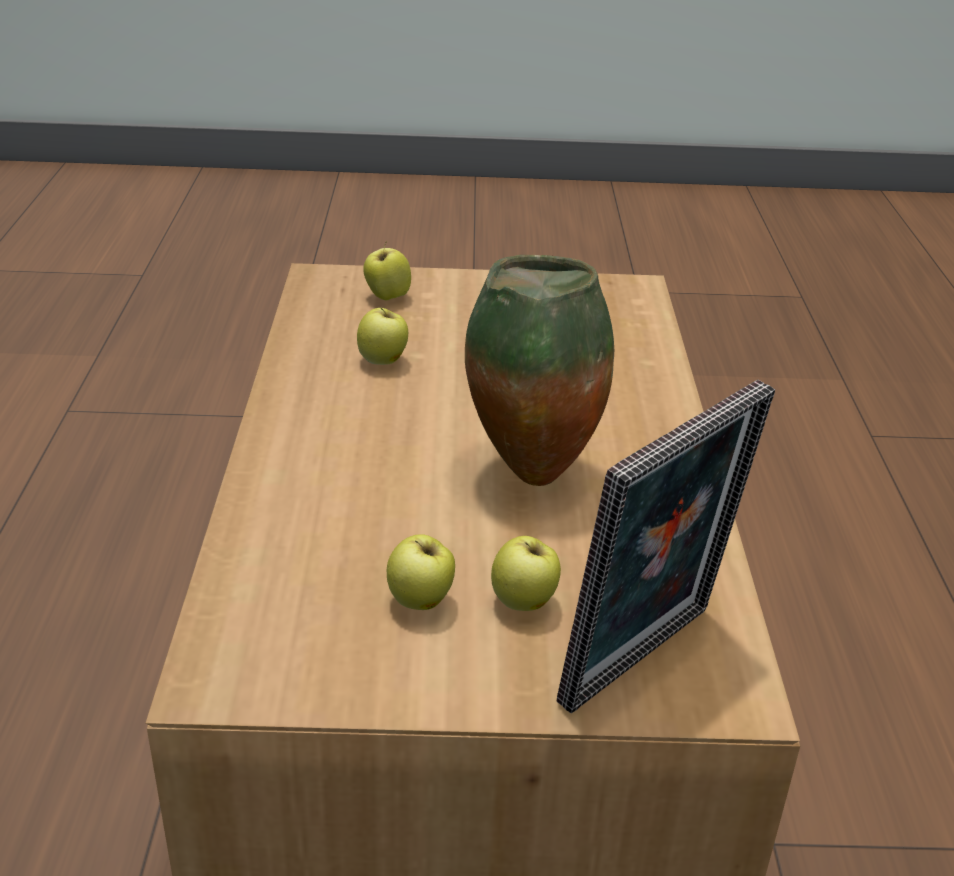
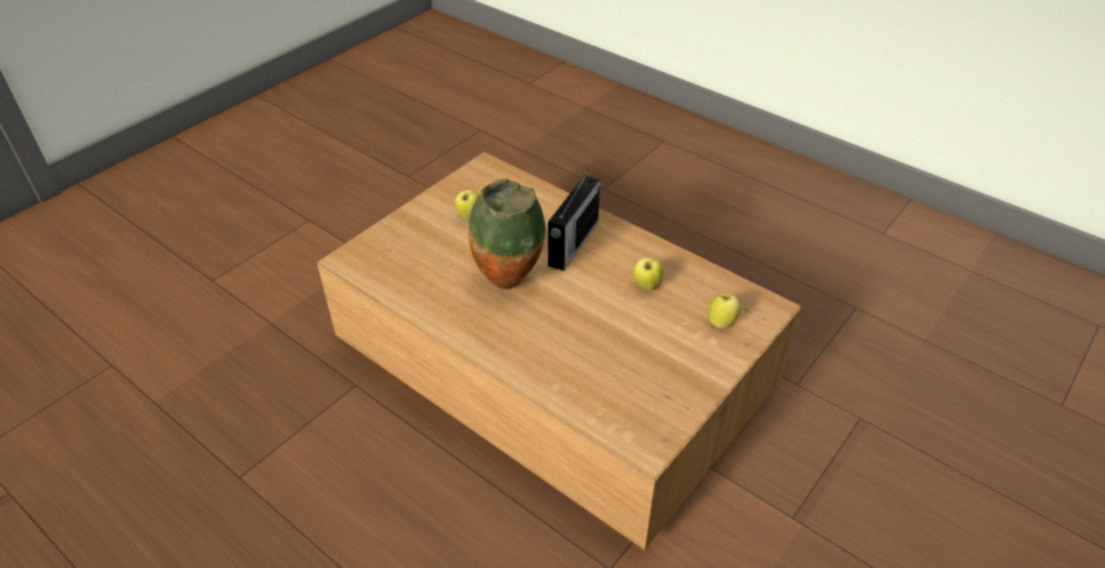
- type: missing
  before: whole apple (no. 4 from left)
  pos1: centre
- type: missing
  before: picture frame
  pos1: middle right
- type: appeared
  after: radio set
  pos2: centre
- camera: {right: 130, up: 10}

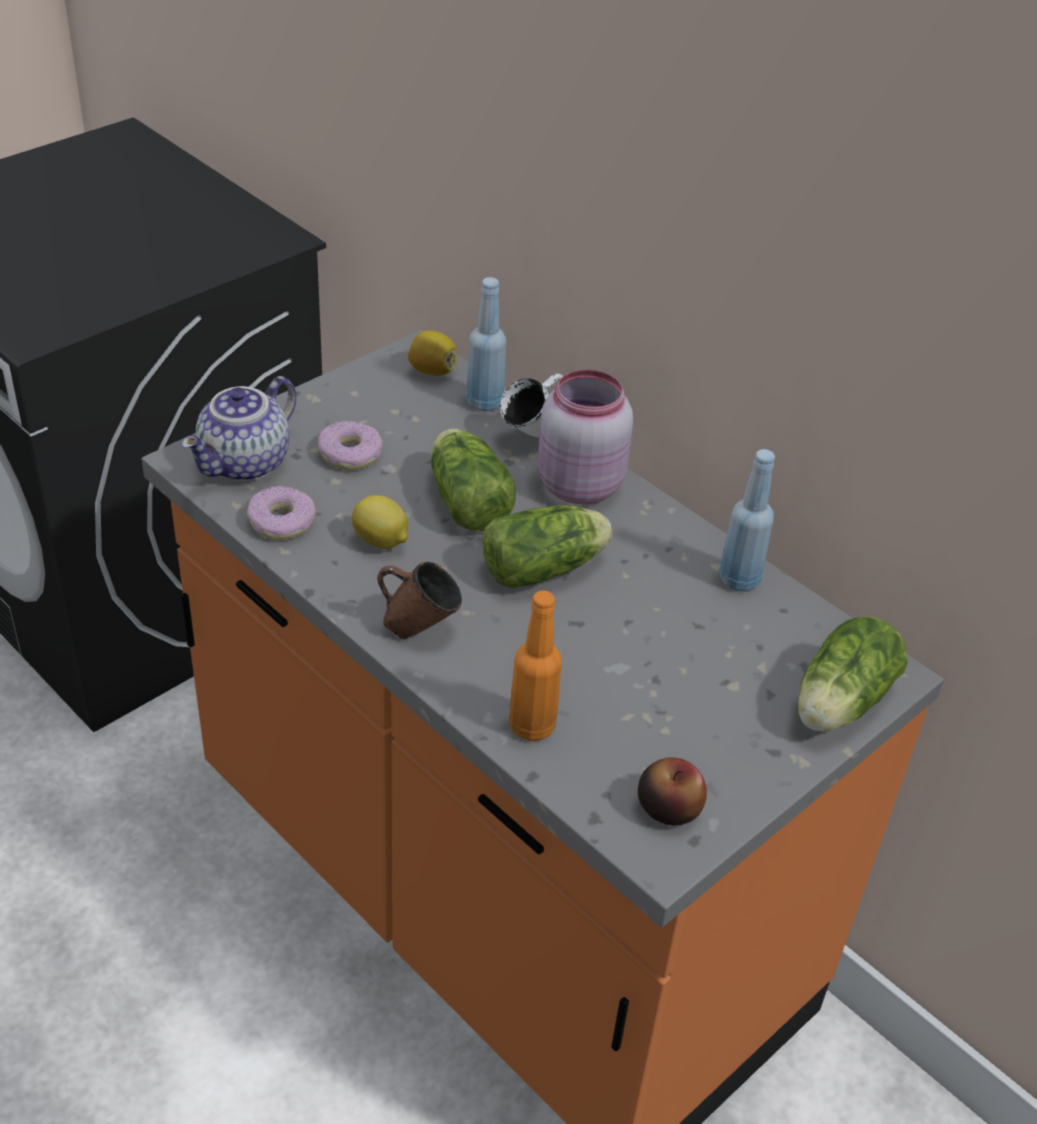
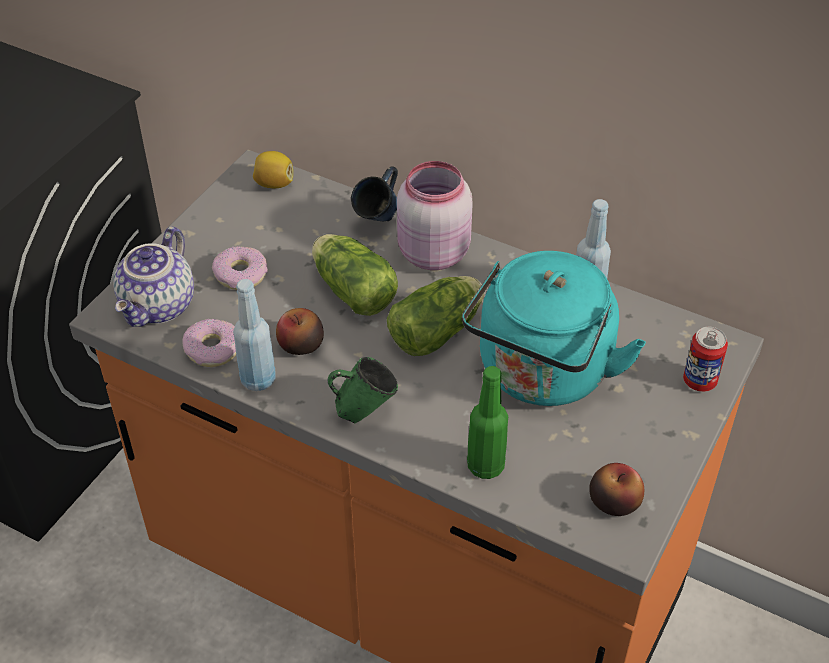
- type: appeared
  after: turquoise kettle
  pos2: middle right
- type: relocated
  before: blue-coloured bottle (no. 1 from left)
  pos1: top centre
  pos2: middle left
- type: exchanged
  before: lemon (no. 1 from left)
  after: whole apple (no. 1 from left)
  pos1: centre
  pos2: centre
- type: exchanged
  before: head of lettuce (no. 3 from left)
  after: sealed can
  pos1: middle right
  pos2: middle right
- type: colour
  before: brownish tea mug
  after: greenish tea mug
  pos1: centre
  pos2: centre
- type: colour
  before: white-coloured tea mug
  after: blue-coloured tea mug
  pos1: centre
  pos2: top centre
- type: colour
  before: orange bottle
  after: greenish bottle
  pos1: centre
  pos2: centre
- camera: {right: -15, up: 5}

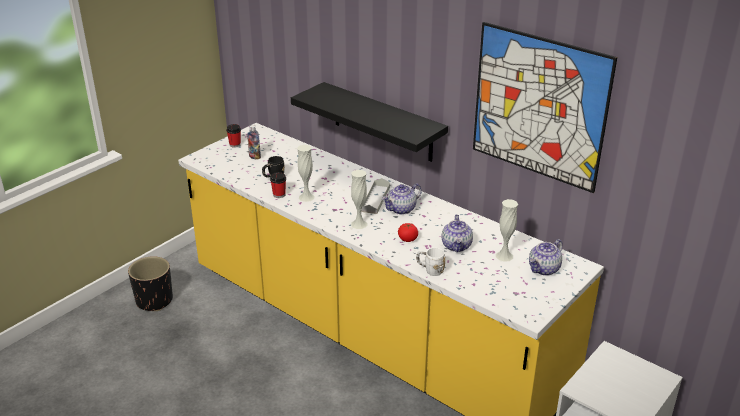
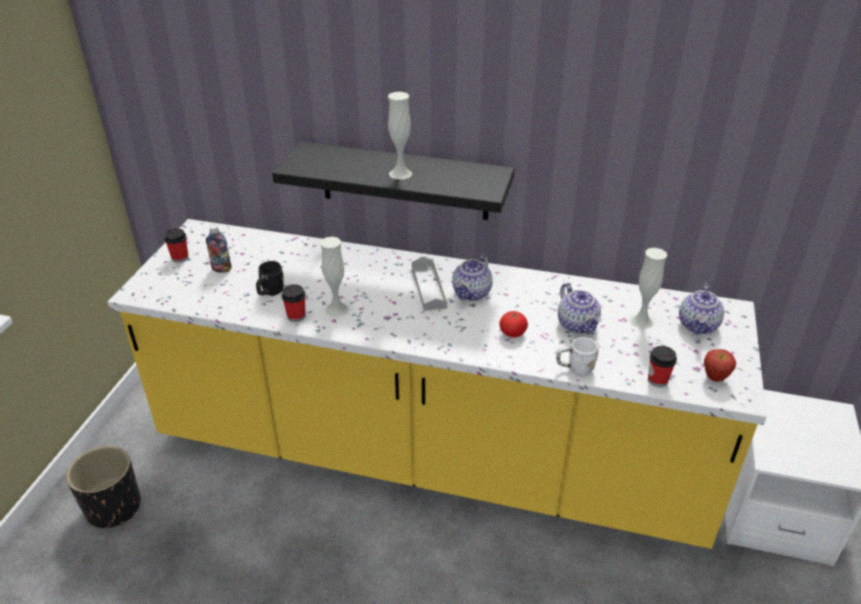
- type: missing
  before: picture
  pos1: top right
- type: appeared
  after: small cup (no. 3 from left)
  pos2: middle right
- type: appeared
  after: whole apple
  pos2: middle right
- type: relocated
  before: white-coloured vase (no. 2 from left)
  pos1: centre
  pos2: top centre
- camera: {right: -25, up: 5}

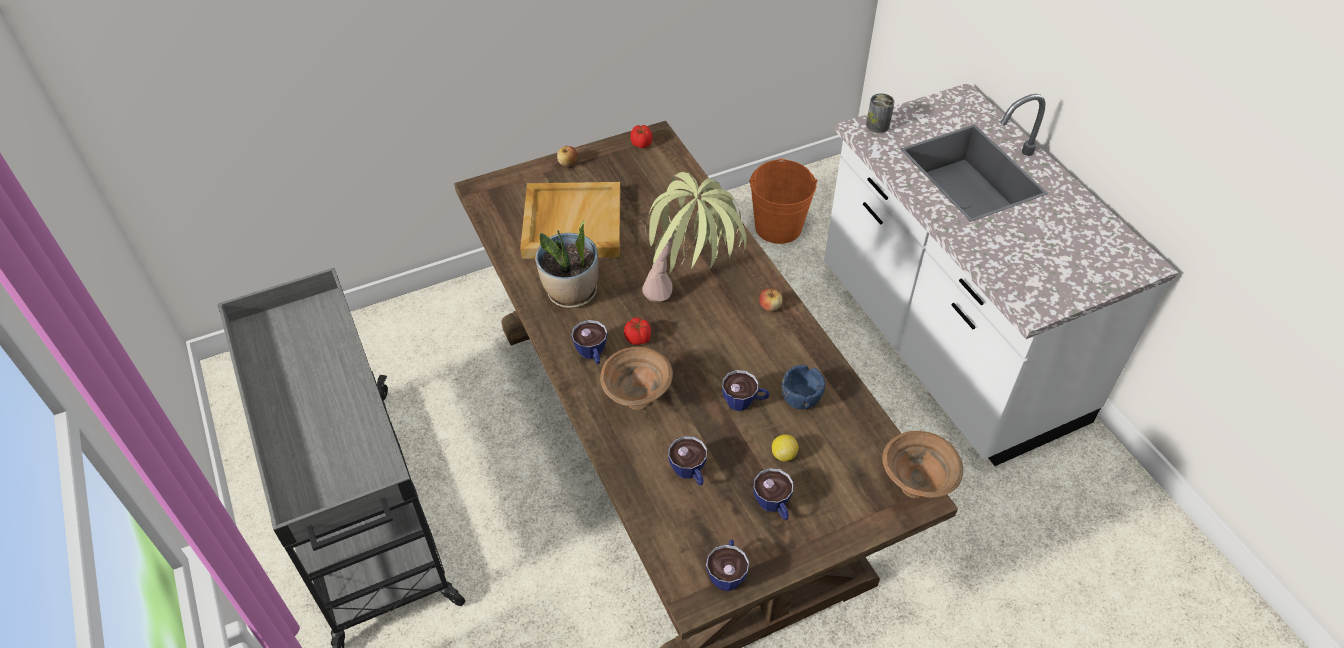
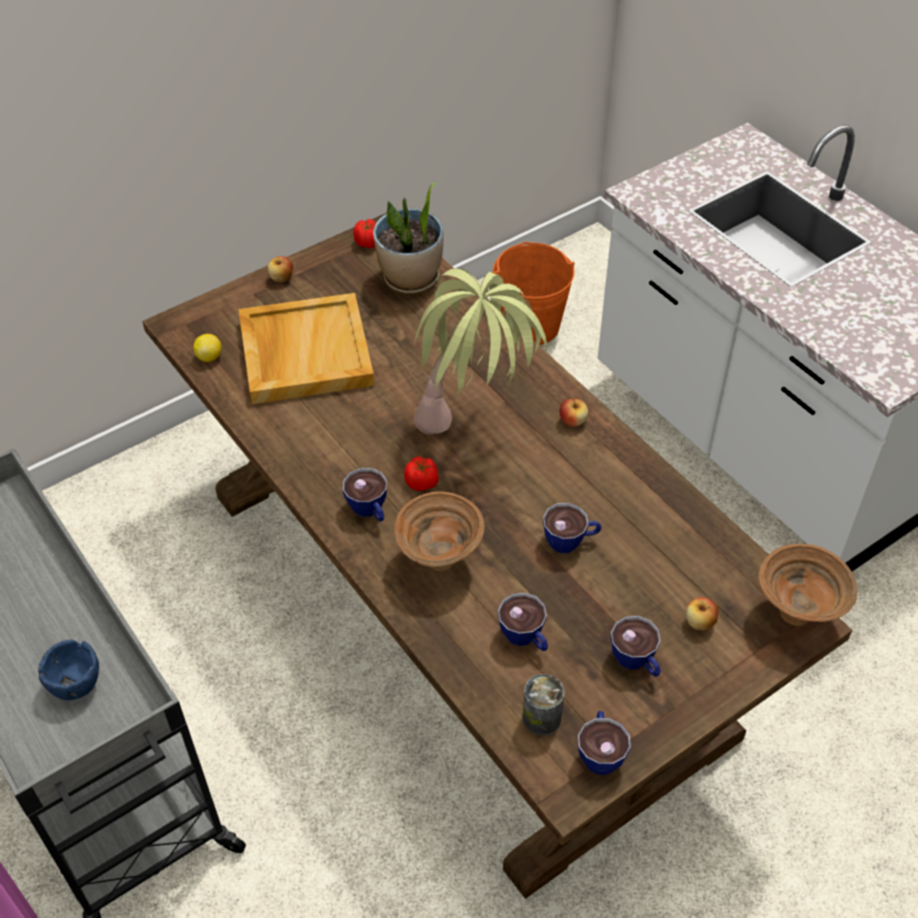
- type: appeared
  after: whole apple (no. 3 from left)
  pos2: bottom right
- type: relocated
  before: plant in a pot (no. 1 from left)
  pos1: centre
  pos2: top centre
- type: relocated
  before: lemon
  pos1: bottom centre
  pos2: middle left
- type: relocated
  before: blue-coloured deep dish
  pos1: centre
  pos2: bottom left
- type: relocated
  before: sealed can
  pos1: top centre
  pos2: bottom centre
- camera: {right: -10, up: 0}

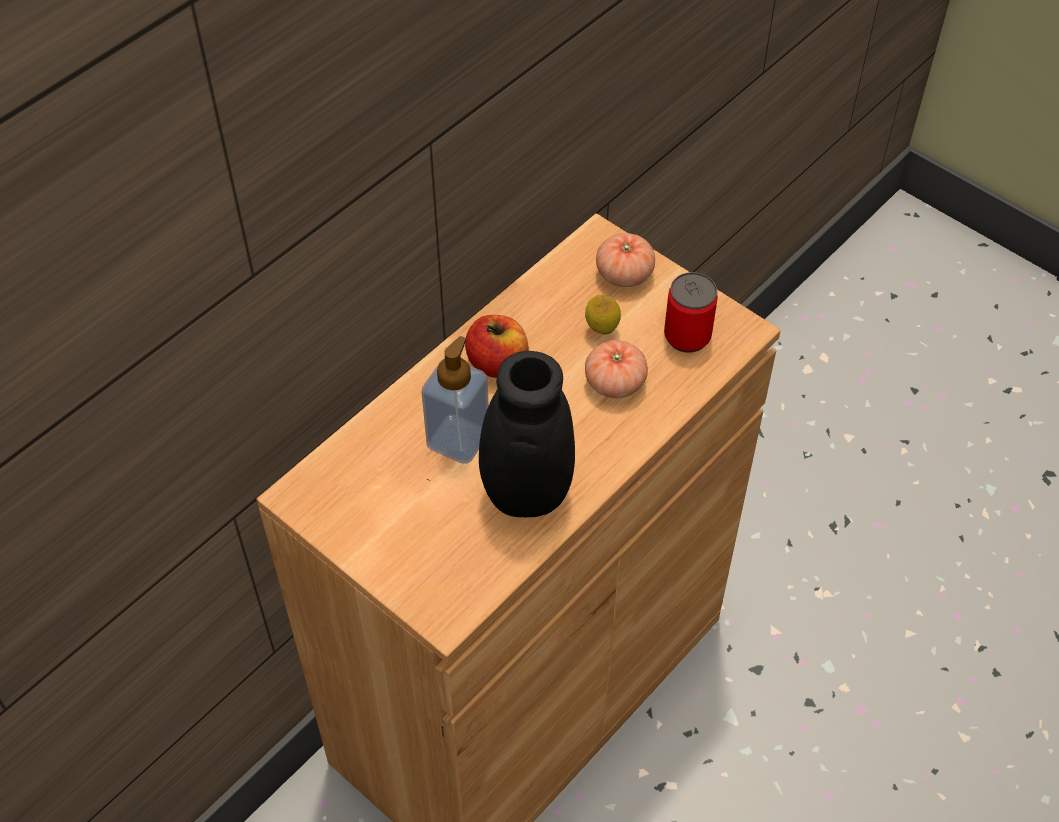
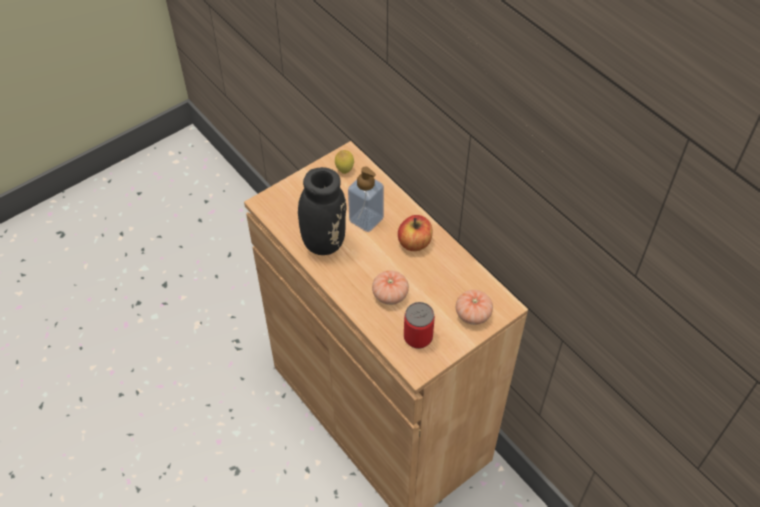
- type: relocated
  before: lemon
  pos1: centre
  pos2: top centre
- camera: {right: 100, up: 0}

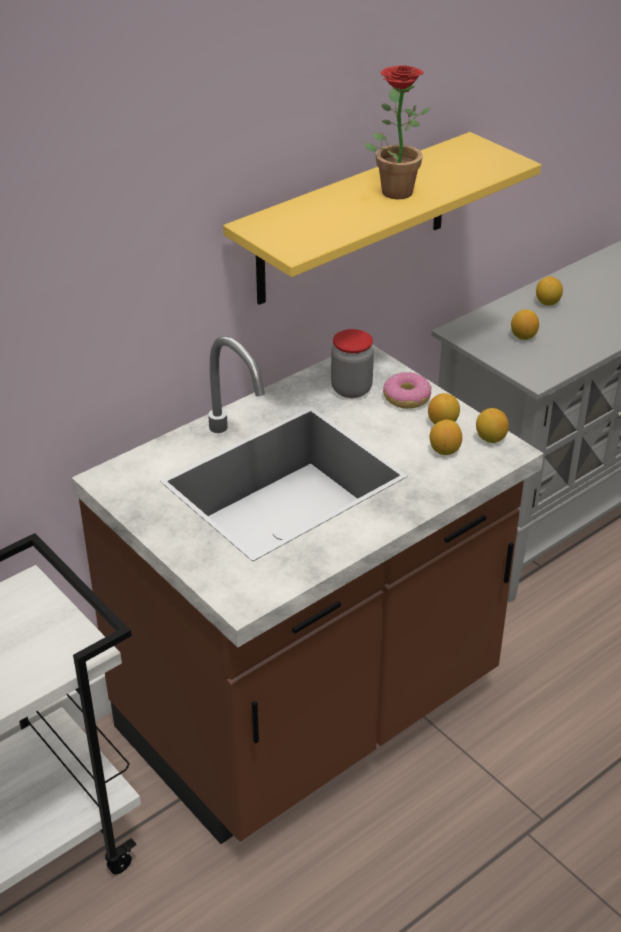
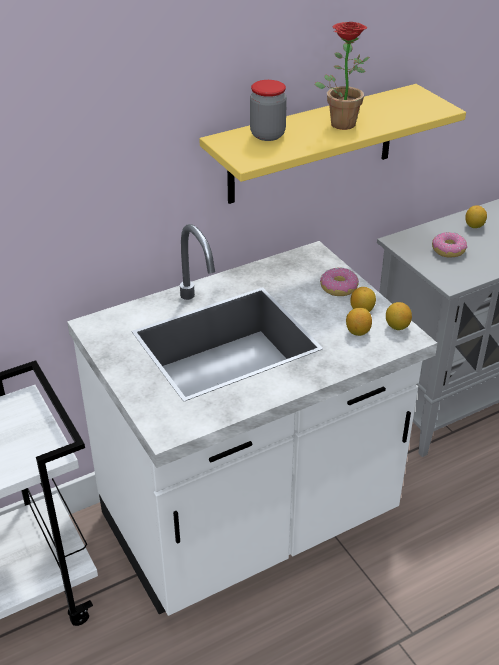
- type: relocated
  before: storage jar
  pos1: centre
  pos2: top centre
- type: exchanged
  before: lemon (no. 4 from left)
  after: doughnut (no. 2 from left)
  pos1: middle right
  pos2: middle right
- type: colour
  before: brownish counter
  after: white-coloured counter
  pos1: centre
  pos2: centre
- camera: {right: 10, up: 0}

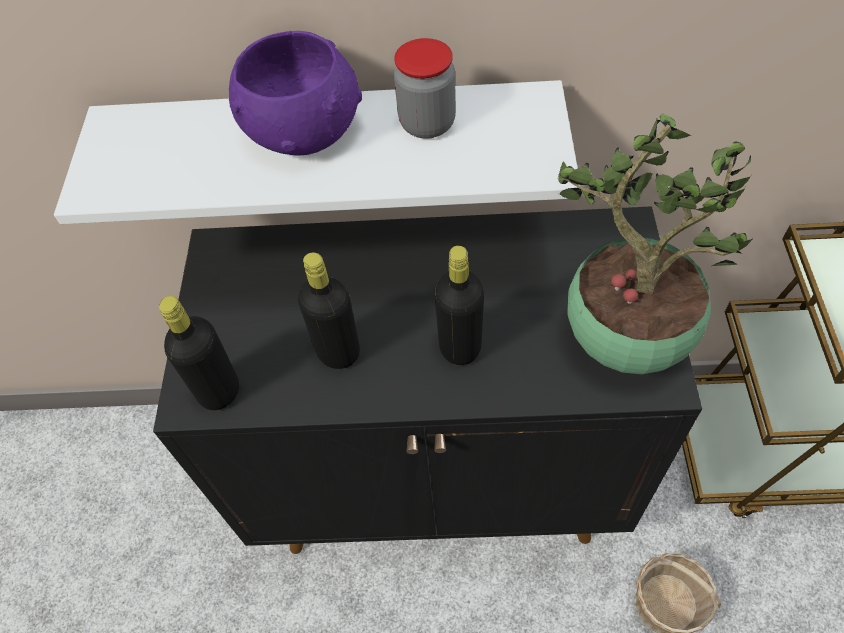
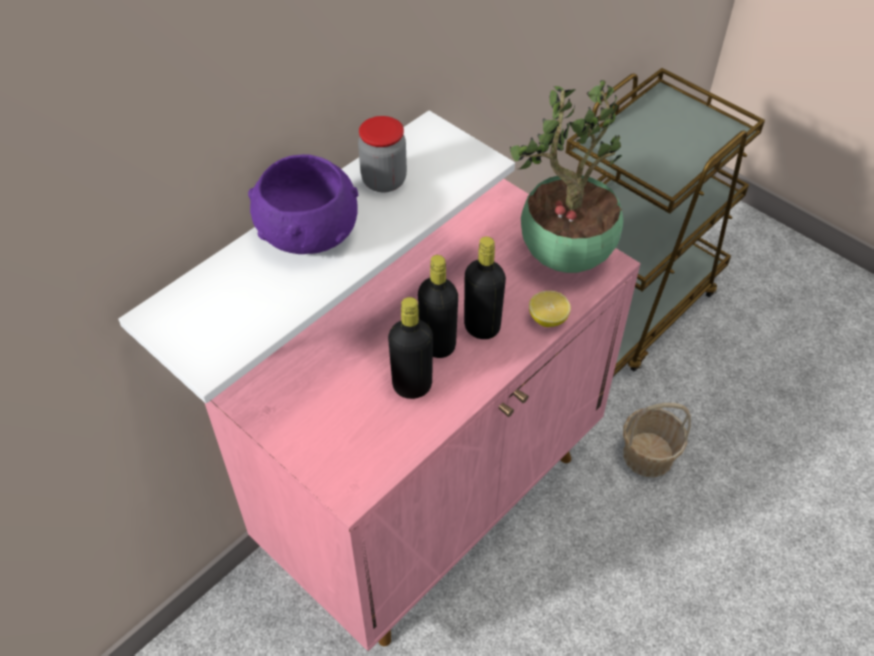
- type: appeared
  after: lemon
  pos2: centre
- type: relocated
  before: blackish bottle (no. 1 from left in the first image)
  after: blackish bottle (no. 2 from left)
  pos1: middle left
  pos2: centre
- type: colour
  before: blackish storage cabinet
  after: pinkish storage cabinet
  pos1: centre
  pos2: centre
- camera: {right: -50, up: -5}

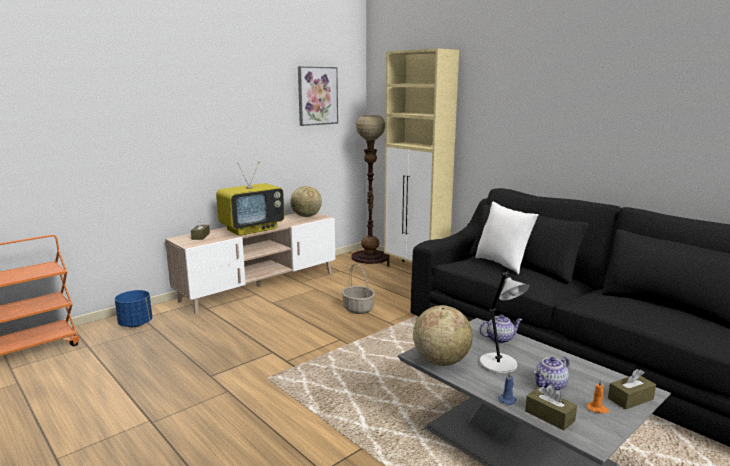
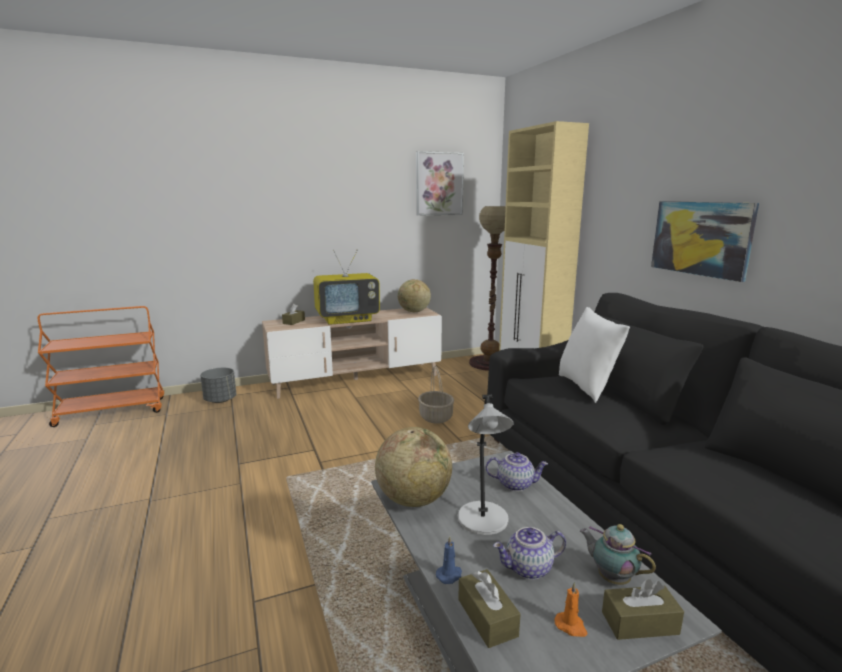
- type: appeared
  after: pot for tea (no. 3 from left)
  pos2: bottom right
- type: appeared
  after: picture (no. 2 from left)
  pos2: middle right
- type: colour
  before: blue-coloured planter
  after: grey planter
  pos1: middle left
  pos2: middle left
- camera: {right: 20, up: 0}

